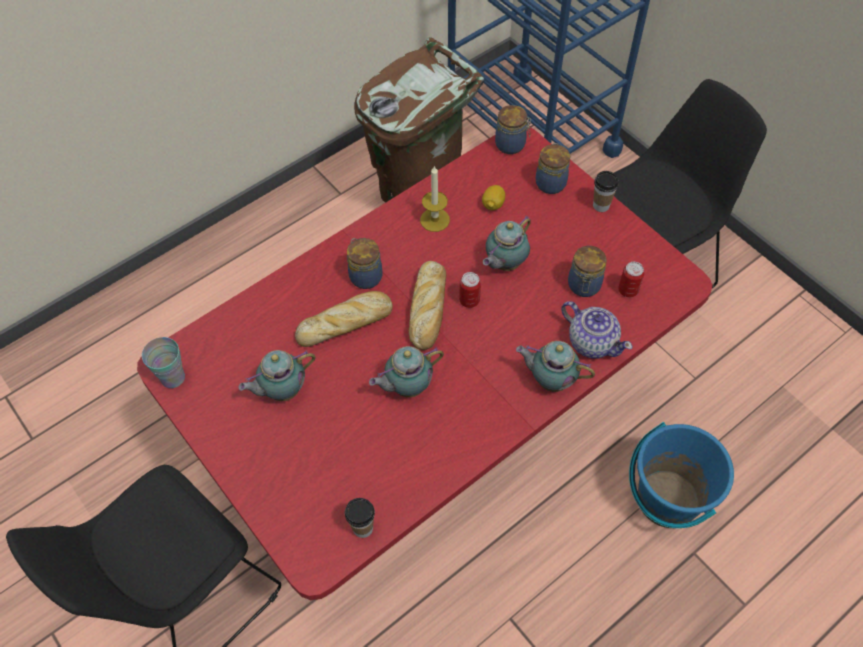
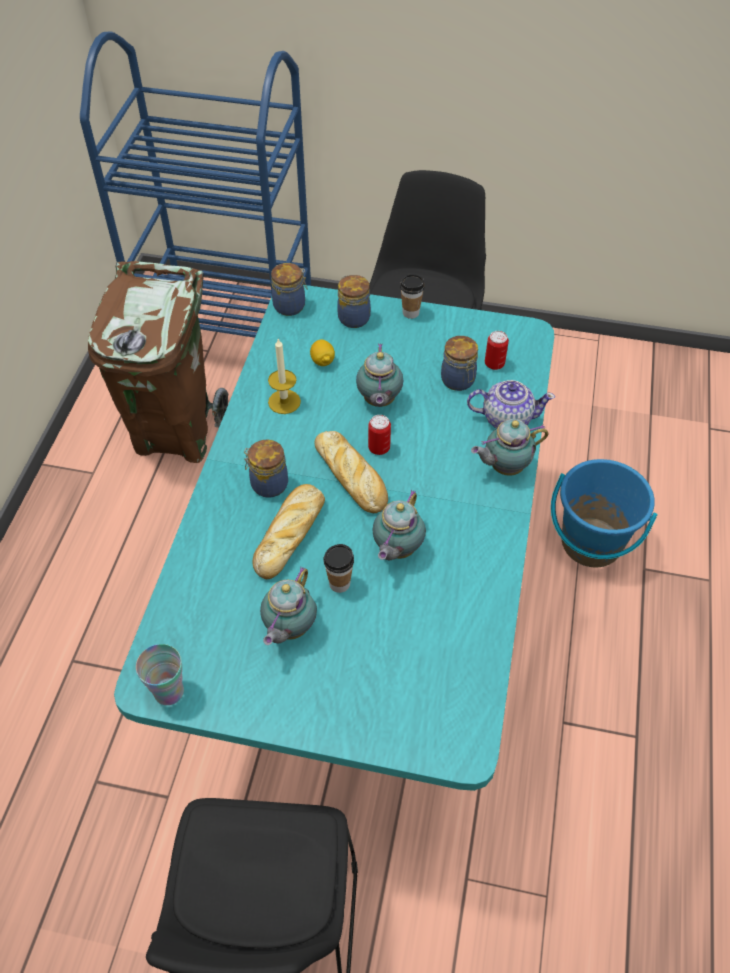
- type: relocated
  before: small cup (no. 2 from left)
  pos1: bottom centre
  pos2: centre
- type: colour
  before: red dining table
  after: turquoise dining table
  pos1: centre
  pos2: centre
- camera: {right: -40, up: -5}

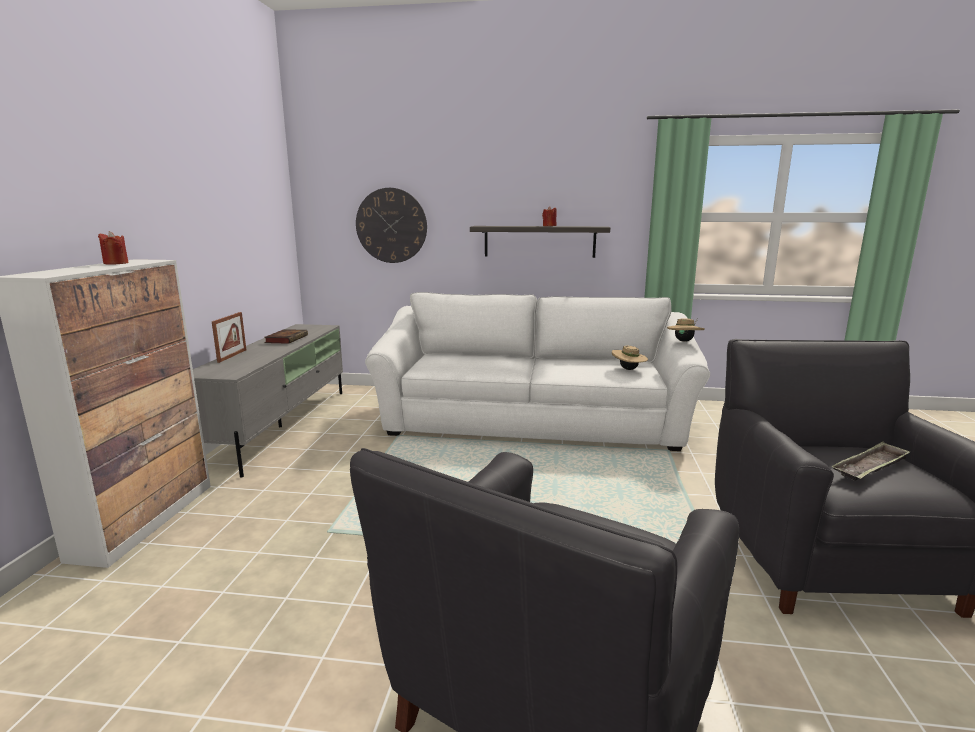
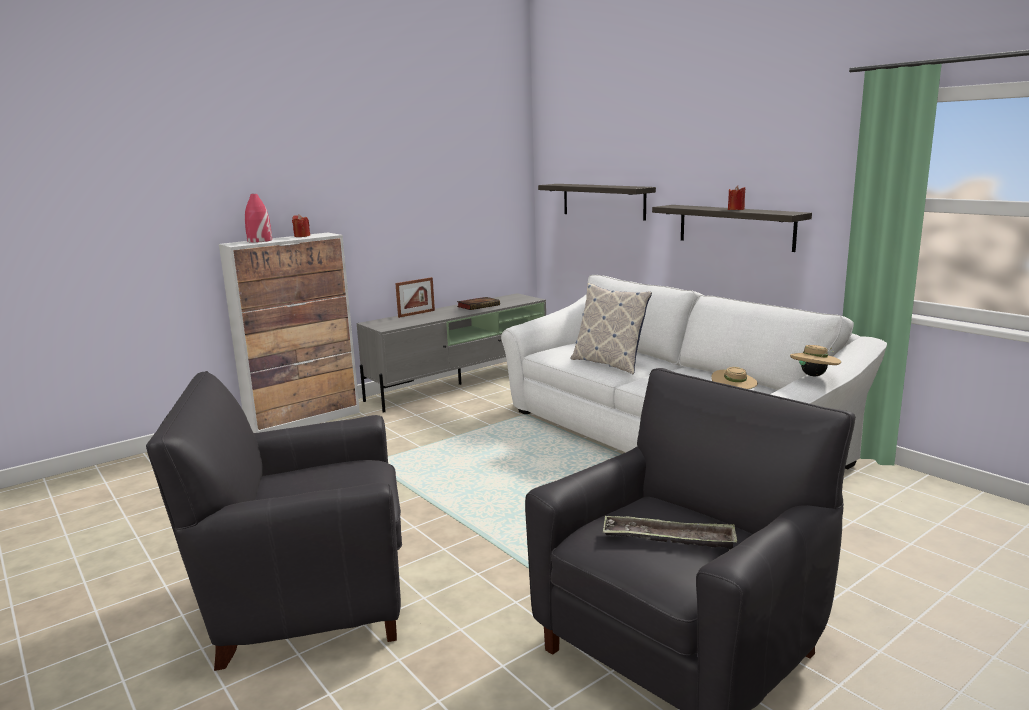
- type: appeared
  after: red vase
  pos2: top left
- type: appeared
  after: throw pillow
  pos2: centre
- type: exchanged
  before: clock on the wall
  after: bracket shelf (no. 1 from left)
  pos1: top centre
  pos2: top centre
- camera: {right: 45, up: 0}

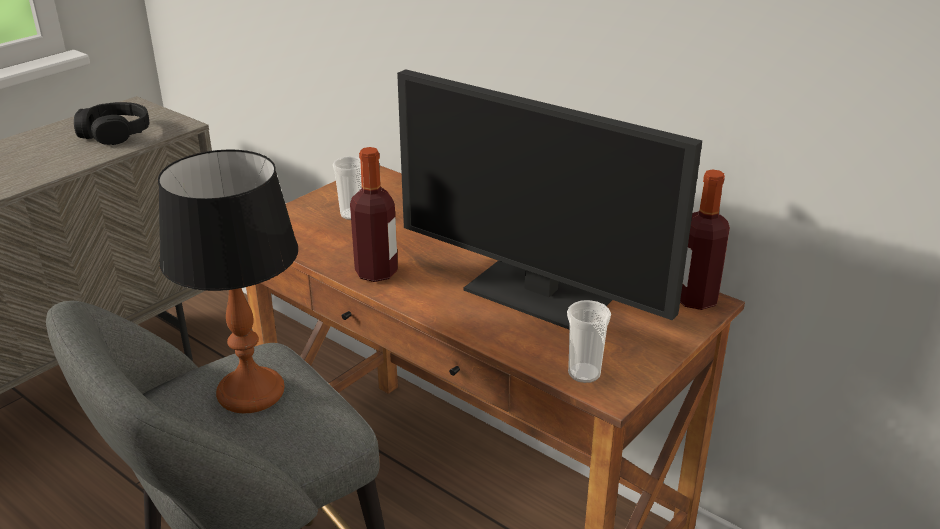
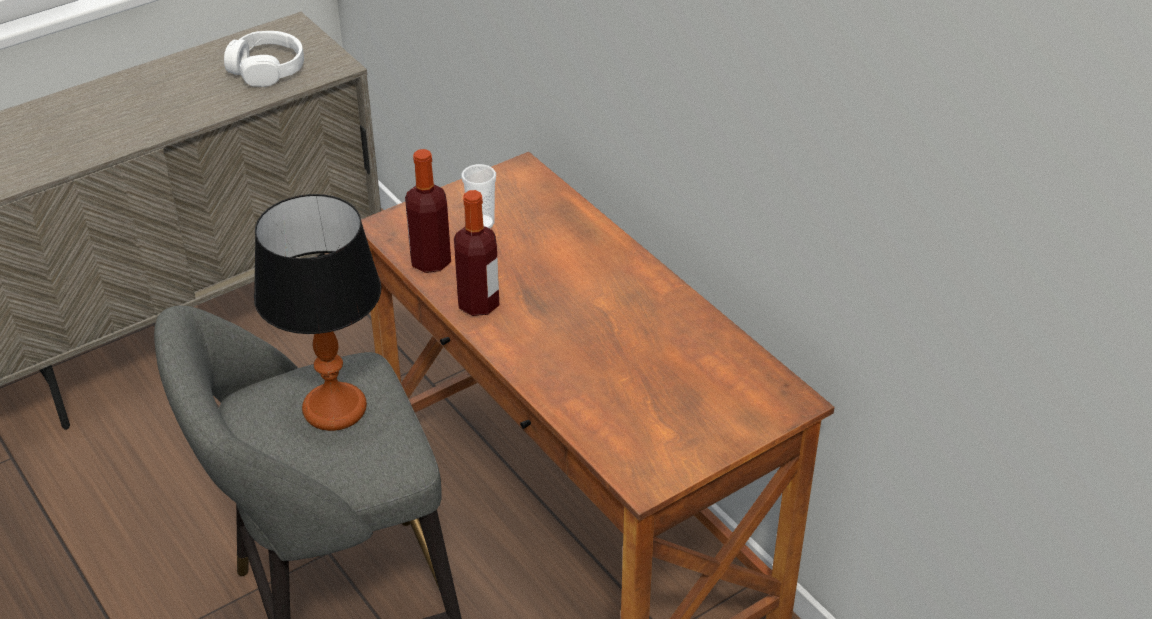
- type: missing
  before: computer screen
  pos1: centre
- type: missing
  before: small cup (no. 2 from left)
  pos1: centre
- type: relocated
  before: bottle (no. 2 from left in the first image)
  after: bottle (no. 1 from left)
  pos1: middle right
  pos2: centre
- type: colour
  before: blackish pair of headphones
  after: white-coloured pair of headphones
  pos1: top left
  pos2: top left
- camera: {right: 15, up: 10}

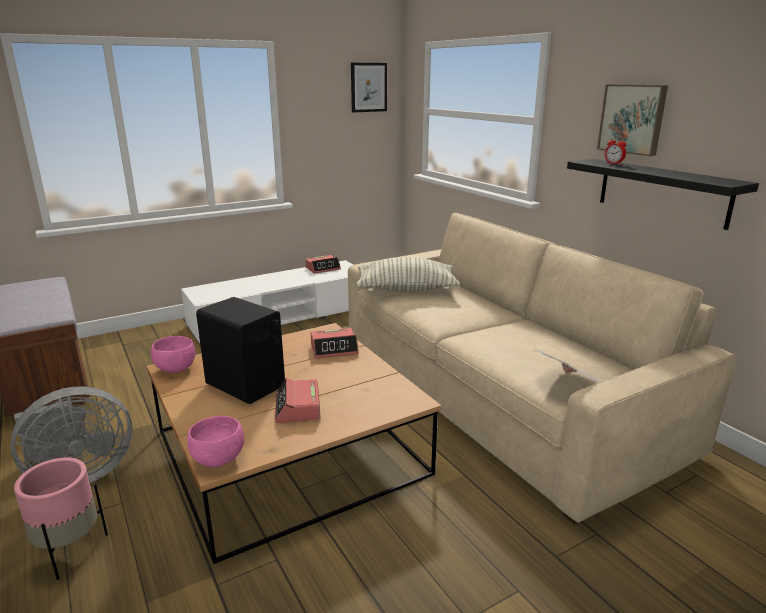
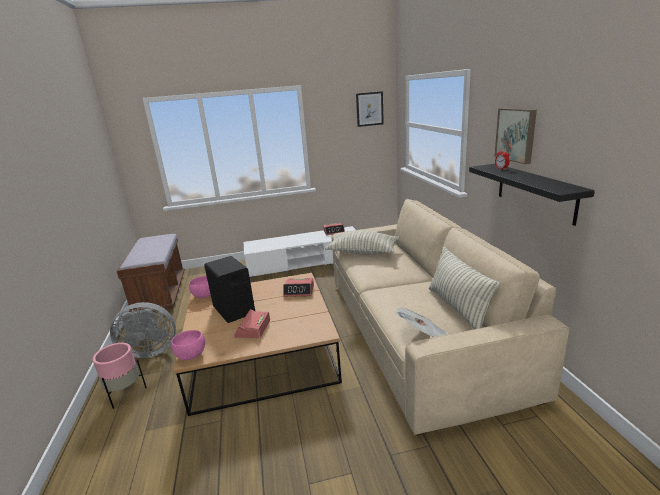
- type: appeared
  after: throw pillow (no. 2 from left)
  pos2: middle right
- camera: {right: 20, up: 0}

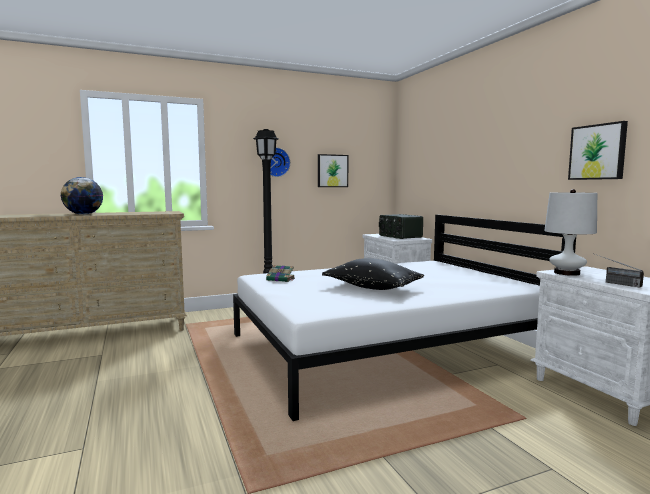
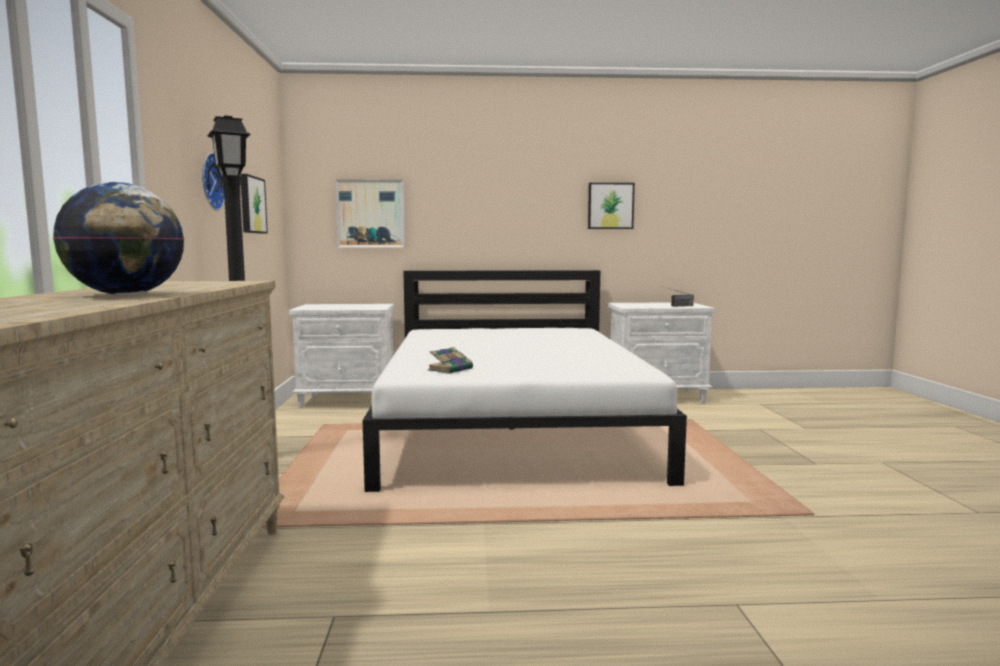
- type: missing
  before: blackish throw pillow
  pos1: centre
- type: missing
  before: radio set (no. 1 from left)
  pos1: centre
- type: missing
  before: white-coloured tabletop lamp
  pos1: middle right
- type: appeared
  after: picture (no. 2 from left)
  pos2: top centre
- camera: {right: -70, up: 0}

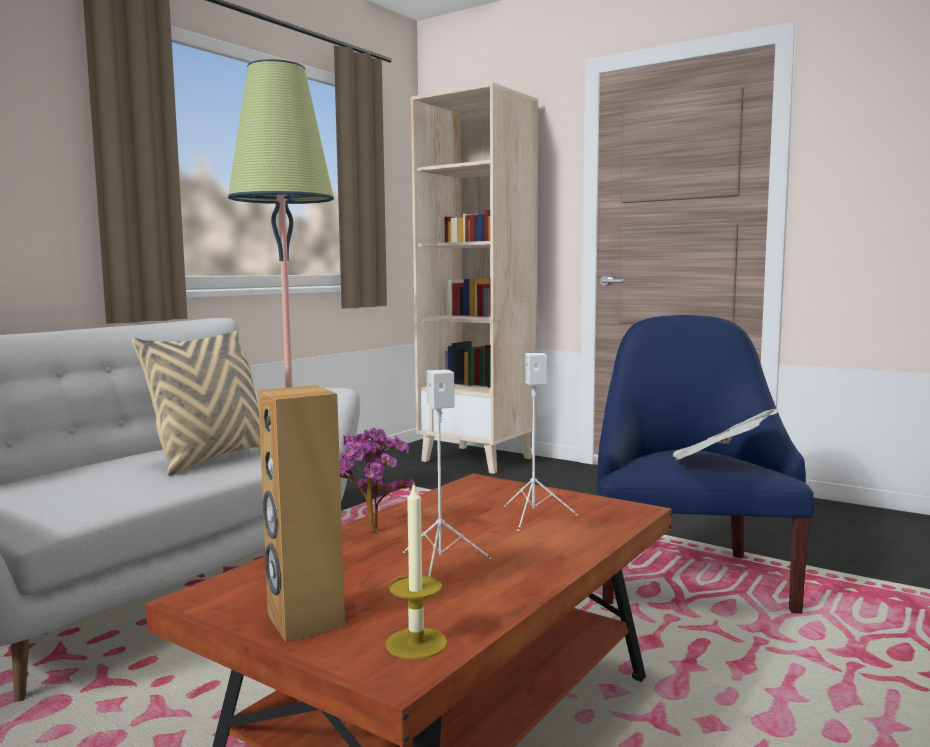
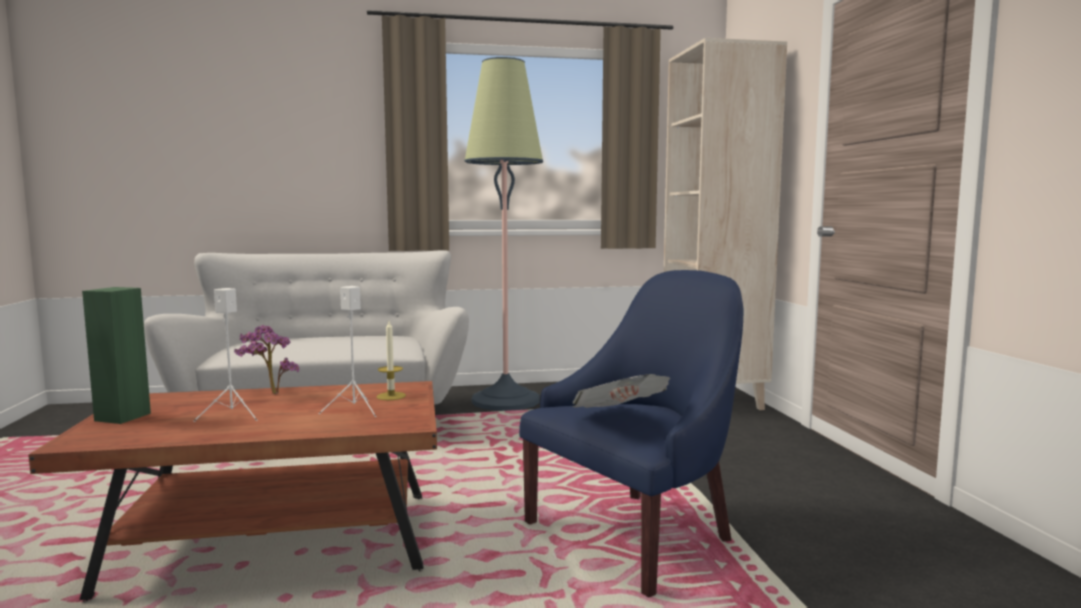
- type: missing
  before: beige-coloured throw pillow
  pos1: middle left
- type: relocated
  before: wax light
  pos1: bottom centre
  pos2: centre
- type: colour
  before: brownish loudspeaker
  after: greenish loudspeaker
  pos1: bottom left
  pos2: middle left
- camera: {right: 45, up: 0}

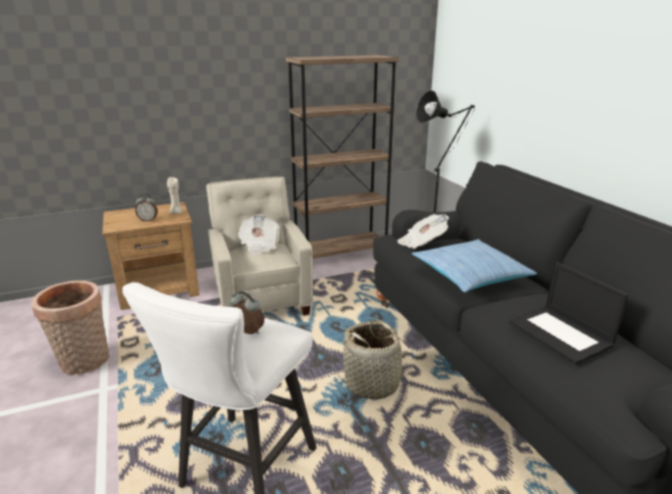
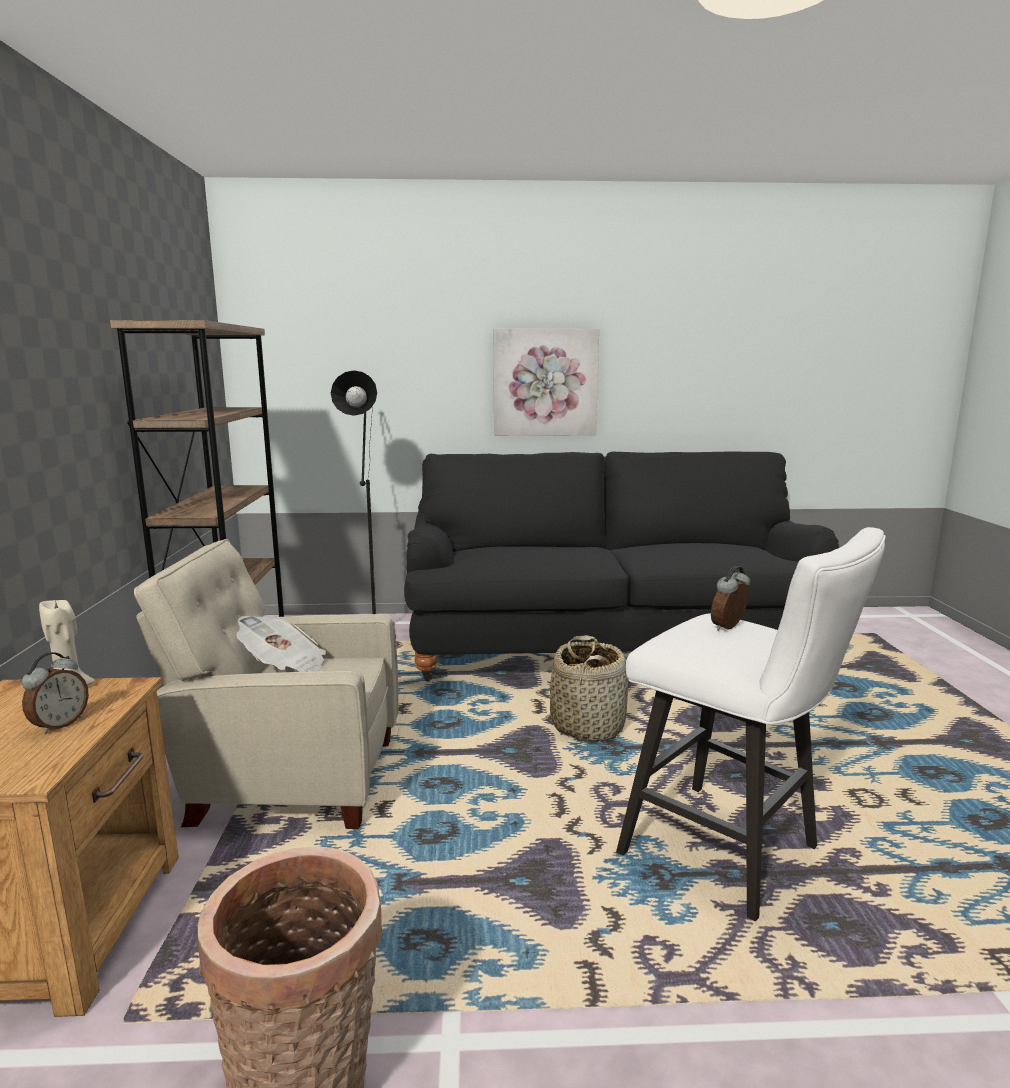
- type: missing
  before: newspaper (no. 2 from left)
  pos1: centre
- type: missing
  before: throw pillow
  pos1: middle right
- type: missing
  before: notebook computer
  pos1: middle right
- type: appeared
  after: picture
  pos2: centre
- camera: {right: -70, up: -10}

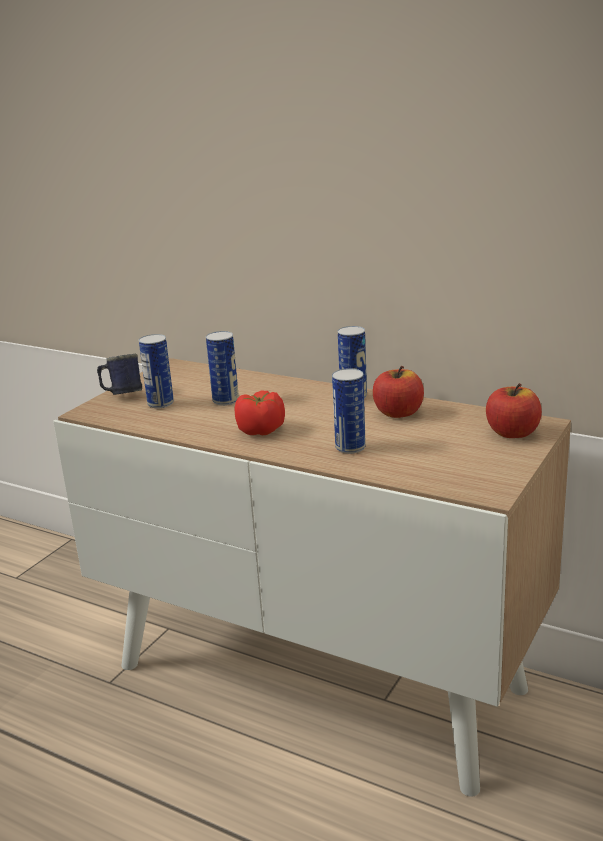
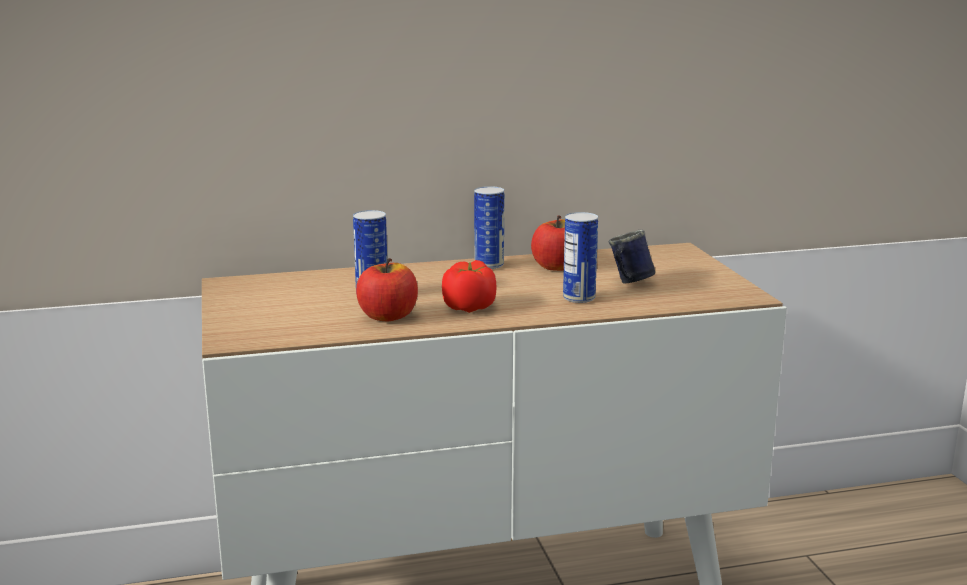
- type: missing
  before: sealed can (no. 1 from left)
  pos1: middle left
- type: relocated
  before: blue-coloured tea mug
  pos1: middle left
  pos2: centre
- type: relocated
  before: whole apple (no. 2 from left in the first image)
  after: whole apple (no. 1 from left)
  pos1: middle right
  pos2: centre
- camera: {right: -45, up: -5}

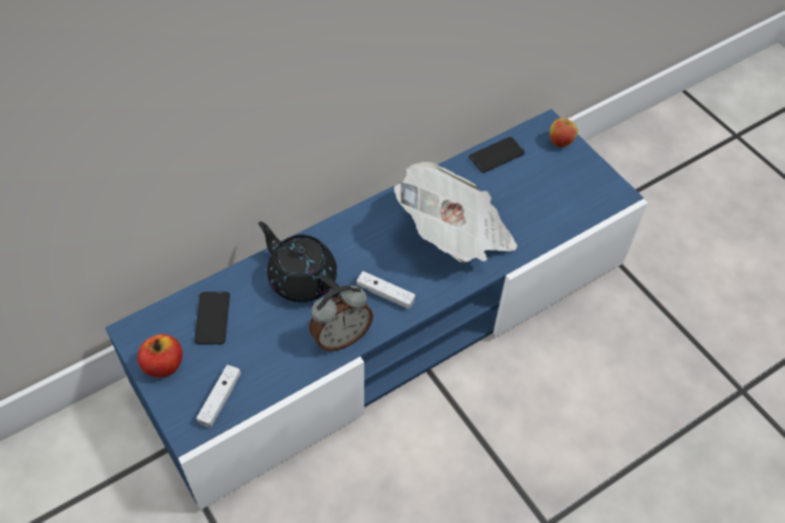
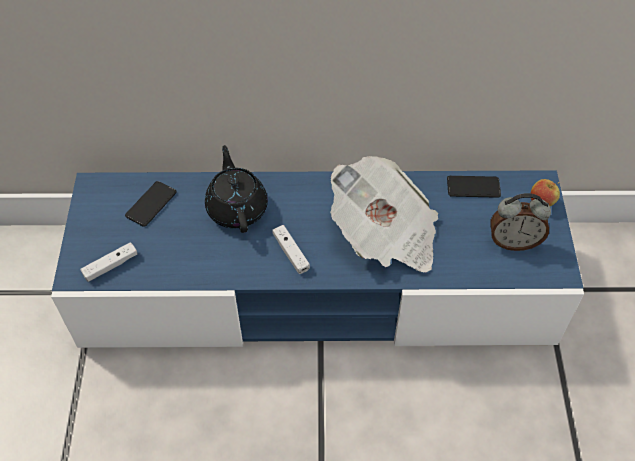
- type: missing
  before: whole apple (no. 1 from left)
  pos1: bottom left
- type: relocated
  before: table clock
  pos1: centre
  pos2: middle right
- camera: {right: 35, up: 0}

